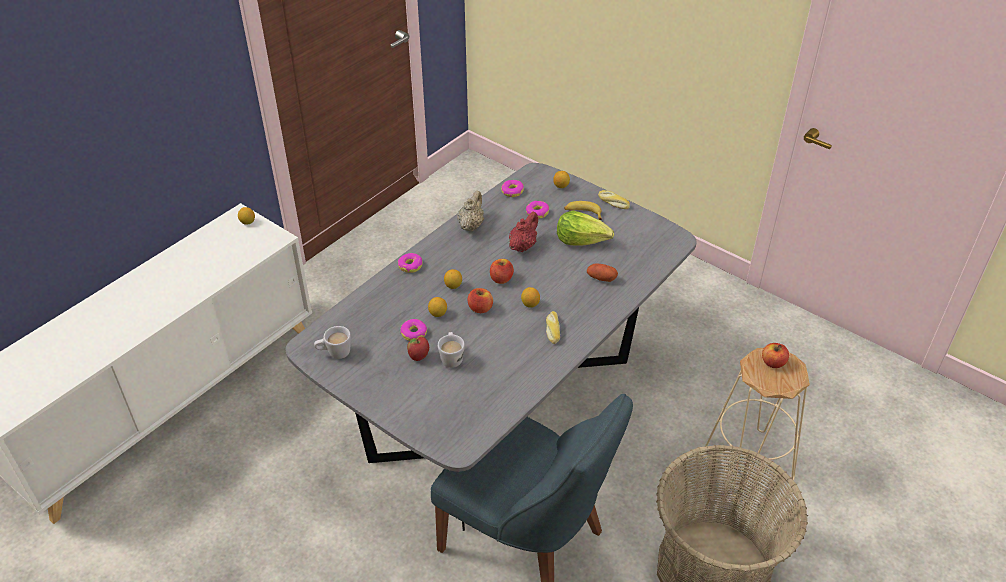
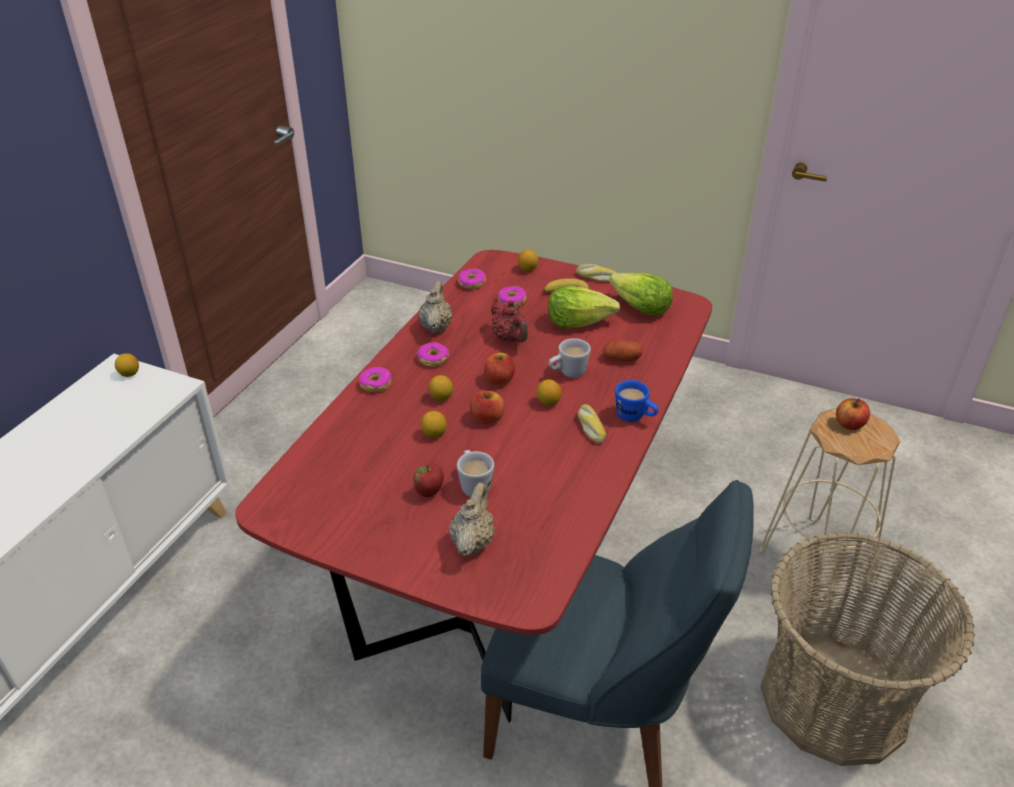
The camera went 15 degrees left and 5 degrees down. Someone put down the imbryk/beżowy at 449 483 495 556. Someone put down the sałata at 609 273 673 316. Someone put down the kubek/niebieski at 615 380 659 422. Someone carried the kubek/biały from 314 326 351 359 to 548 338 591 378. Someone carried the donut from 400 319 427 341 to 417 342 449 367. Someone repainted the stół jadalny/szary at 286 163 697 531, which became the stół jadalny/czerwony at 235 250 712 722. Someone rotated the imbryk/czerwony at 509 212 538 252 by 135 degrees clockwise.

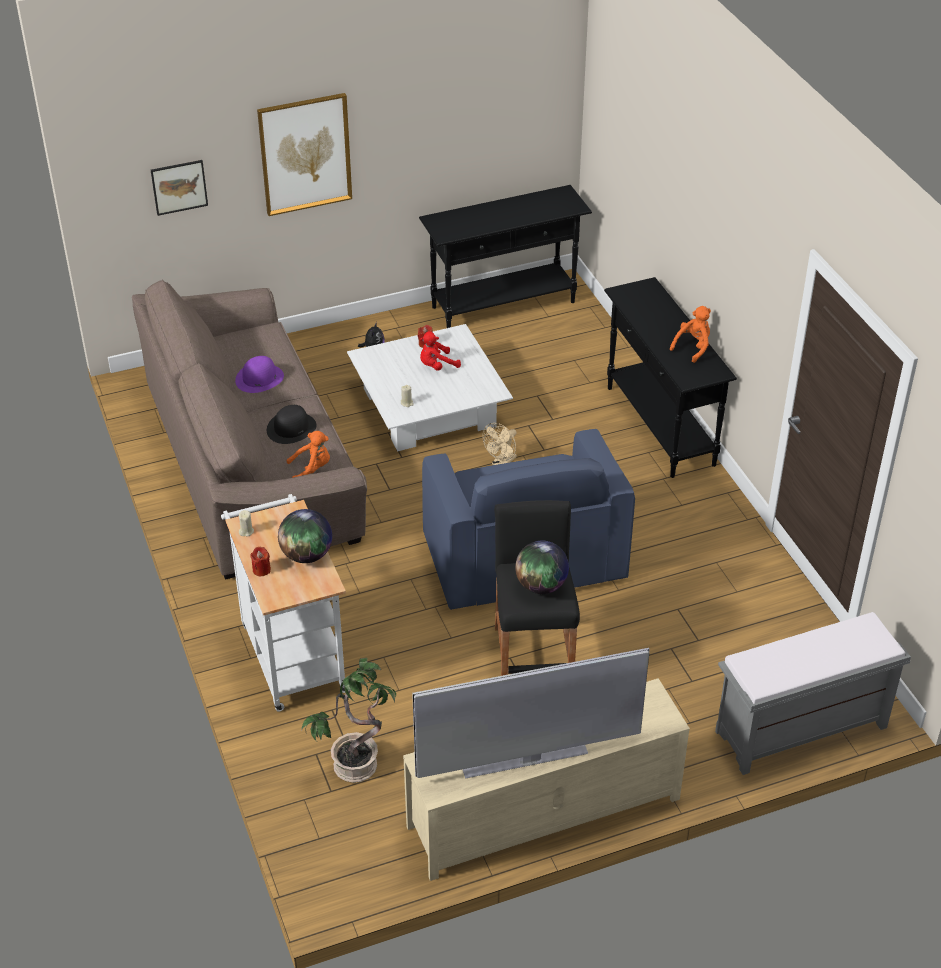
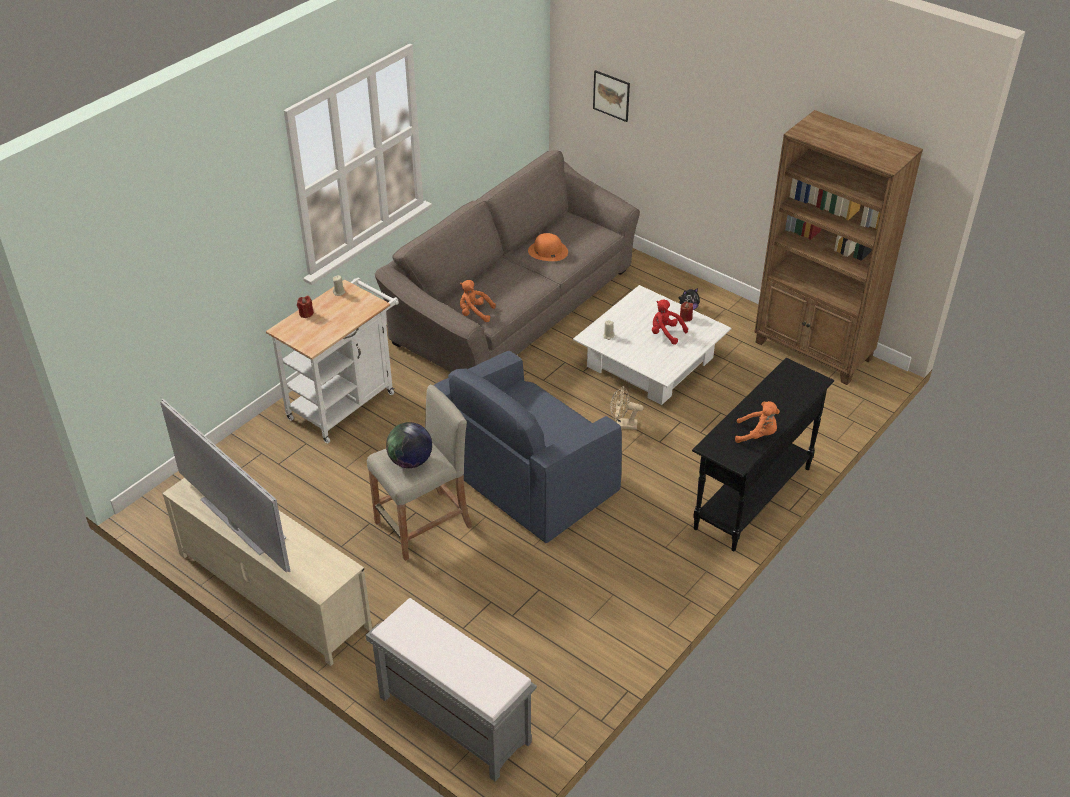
The camera went 60 degrees right and 0 degrees up. Someone took away the obraz at 257 93 352 216. Someone took away the kapelusz/czarny at 267 405 316 444. Someone took away the globus at 278 509 332 563. Someone took away the roślina doniczkowa at 301 658 396 783. Someone swapped the stolik konsolowy/czarny at 419 185 592 328 for the regał/brązowy at 754 110 923 385. Someone repainted the kapelusz/fioletowy at 235 356 284 393, which became the kapelusz/pomarańczowy at 528 233 568 261. Someone repainted the stołek/czarny at 494 500 580 676, which became the stołek/beżowy at 367 385 473 561. Someone rotated the pluszak/pomarańczowy at 287 431 330 478 by 150 degrees clockwise.

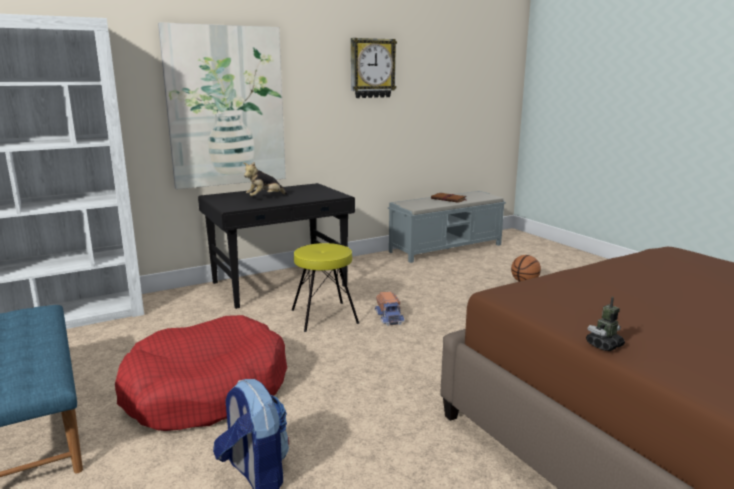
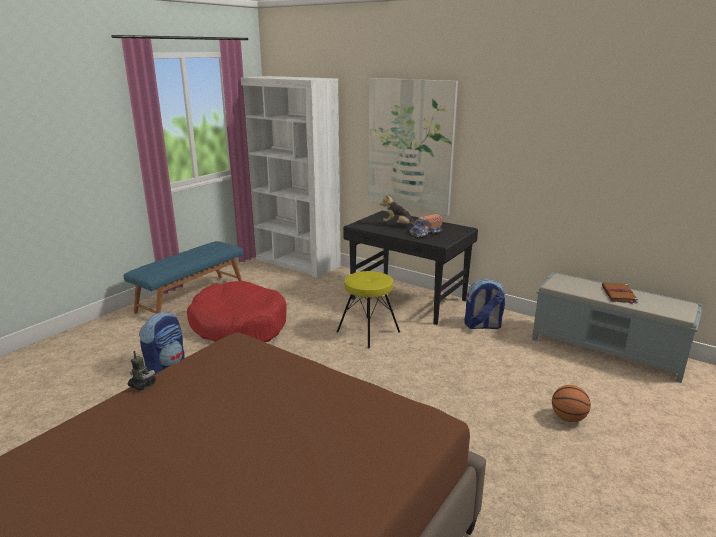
The camera went 65 degrees right and 5 degrees up. Someone took away the zegar ścienny at 351 38 397 98. Someone put down the plecak at 465 279 505 329. Someone carried the ciężarówka zabawkowa from 375 291 405 326 to 410 214 443 237.

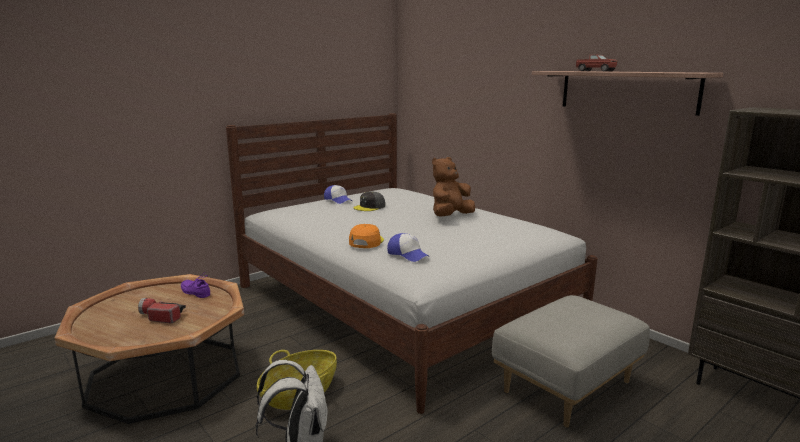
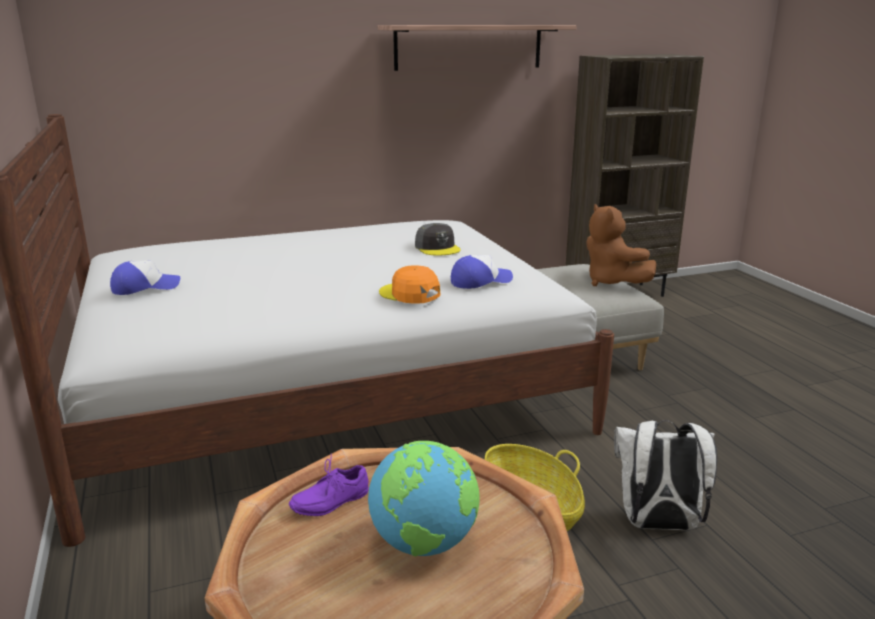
The camera went 70 degrees left and 5 degrees up. Someone took away the ciężarówka zabawkowa at 576 55 617 71. Someone carried the czapka z daszkiem/szary from 353 192 385 211 to 415 223 461 256. Someone carried the pluszak/brązowy from 432 157 475 217 to 587 204 656 286. Someone swapped the latarka at 138 298 186 324 for the globus at 368 441 480 556.

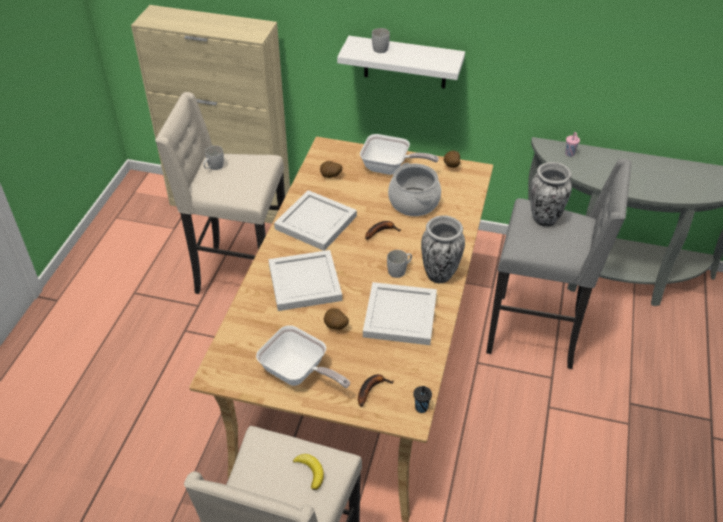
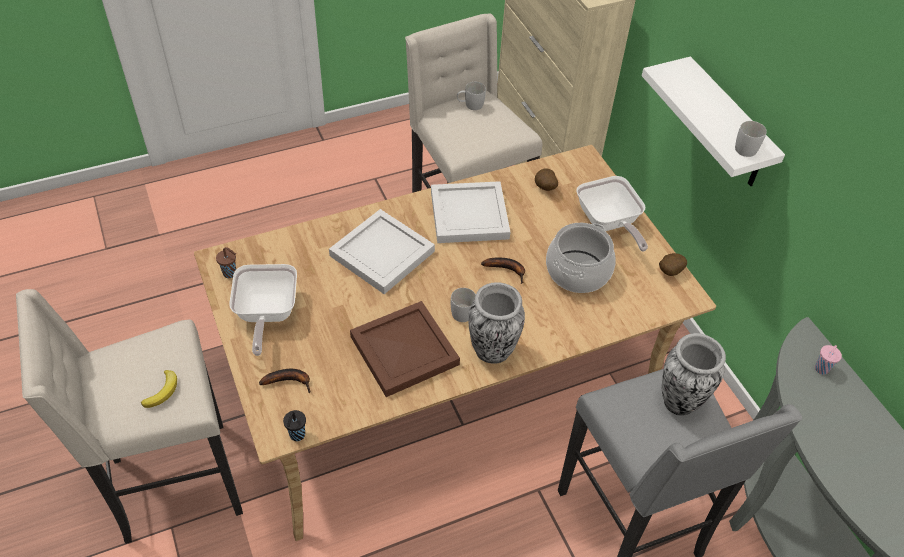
The camera went 50 degrees right and 5 degrees up. Someone took away the ziemniak at 324 308 349 330. Someone put down the filiżanka/brązowy at 216 247 236 278. Someone carried the kubek/biały from 372 28 390 53 to 735 121 767 157. Someone repainted the taca/biały at 363 282 437 345, which became the taca/brązowy at 350 301 460 397.

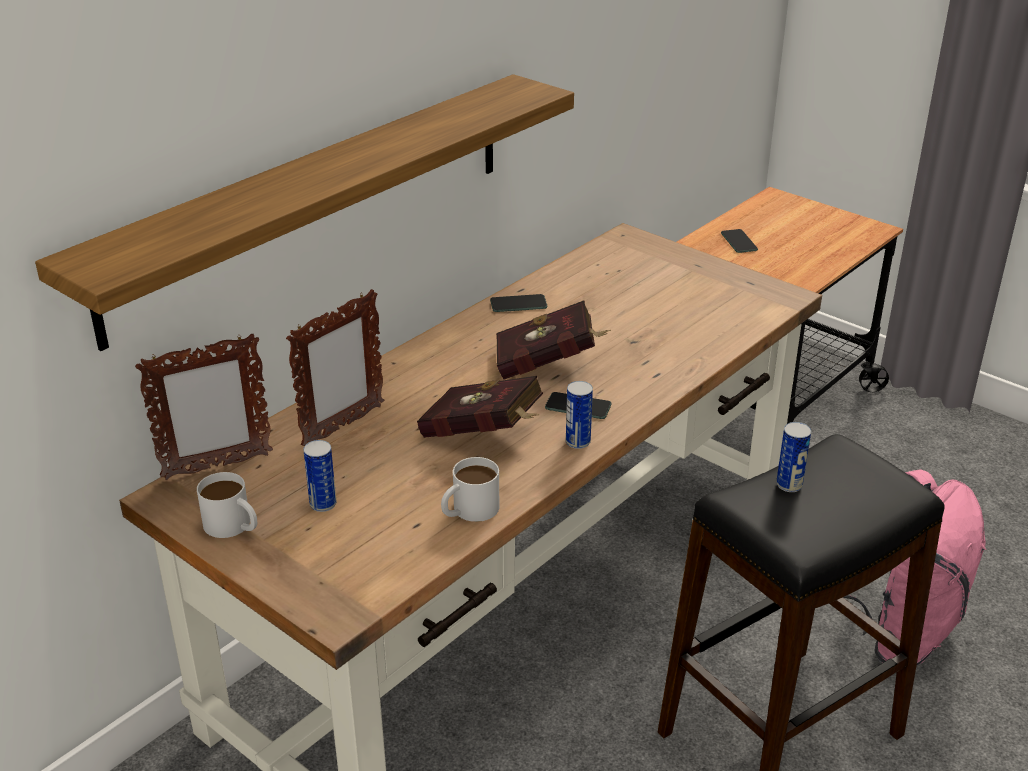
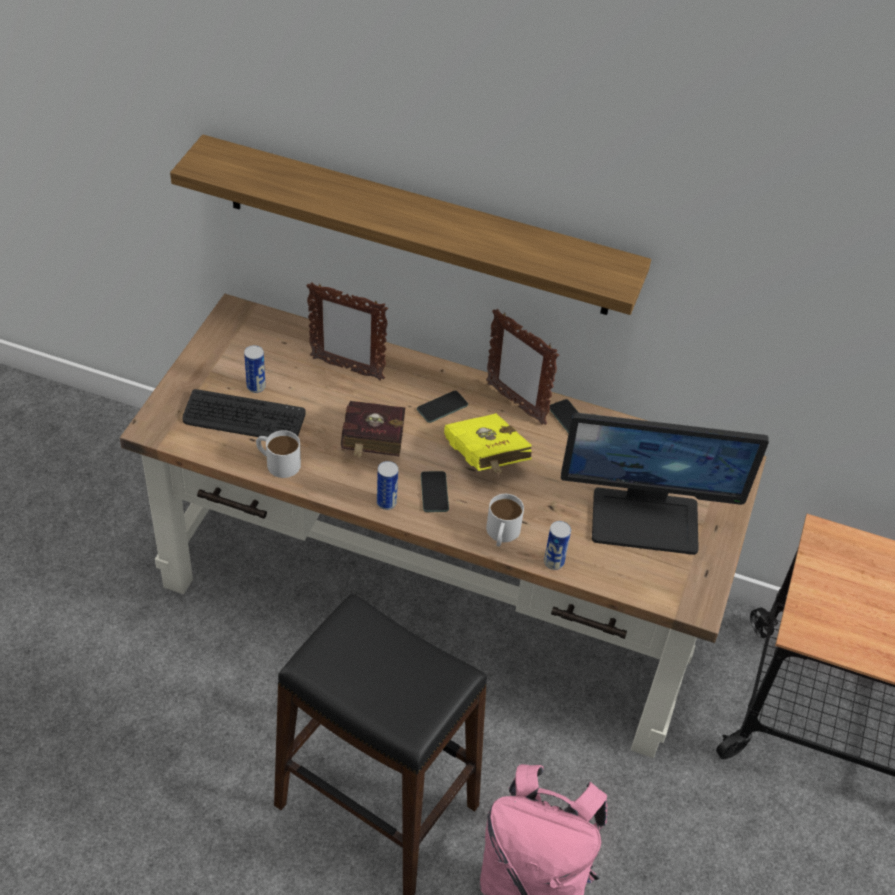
The camera went 65 degrees right and 15 degrees up. Someone put down the klawiatura at 182 389 306 437. Someone put down the monitor at 561 412 769 555. Someone carried the ramka na zdjęcie from 135 334 273 480 to 486 309 559 425. Someone carried the kubek/biały from 197 472 257 538 to 486 494 524 547. Someone carried the telefon from 721 229 758 253 to 417 391 468 423. Someone carried the puszka from 776 422 811 492 to 544 521 571 570. Someone repainted the książka/czerwony at 496 300 611 380, which became the książka/żółty at 444 413 532 474.

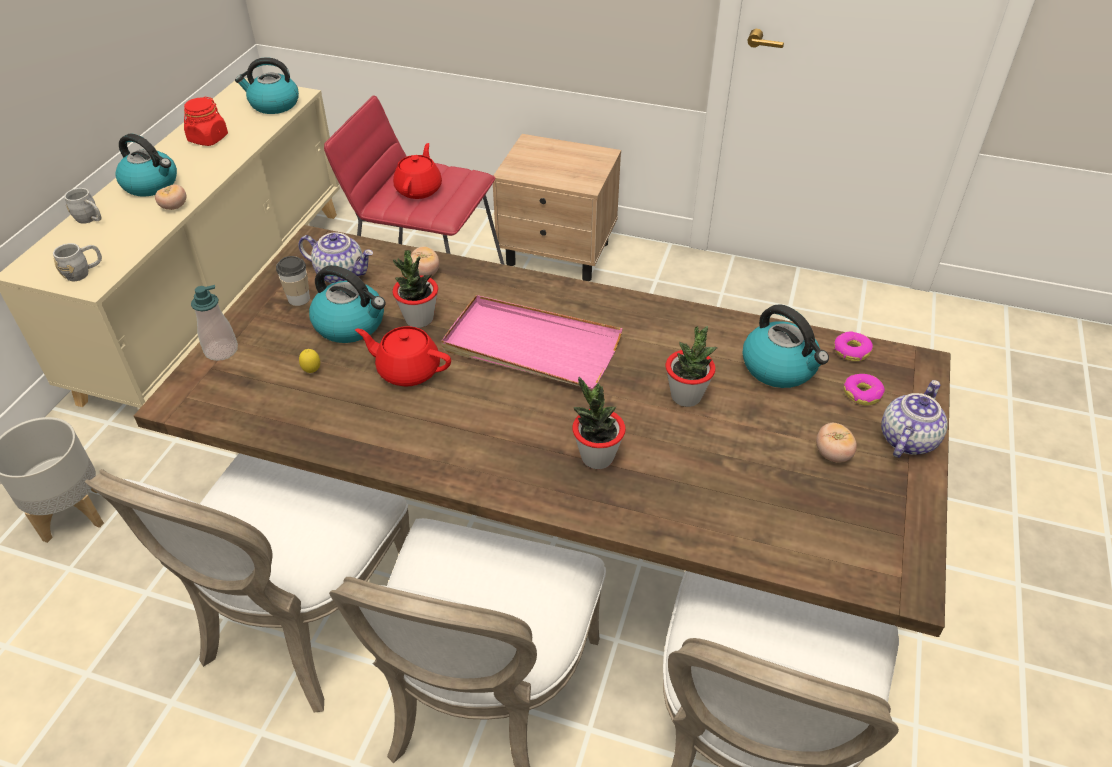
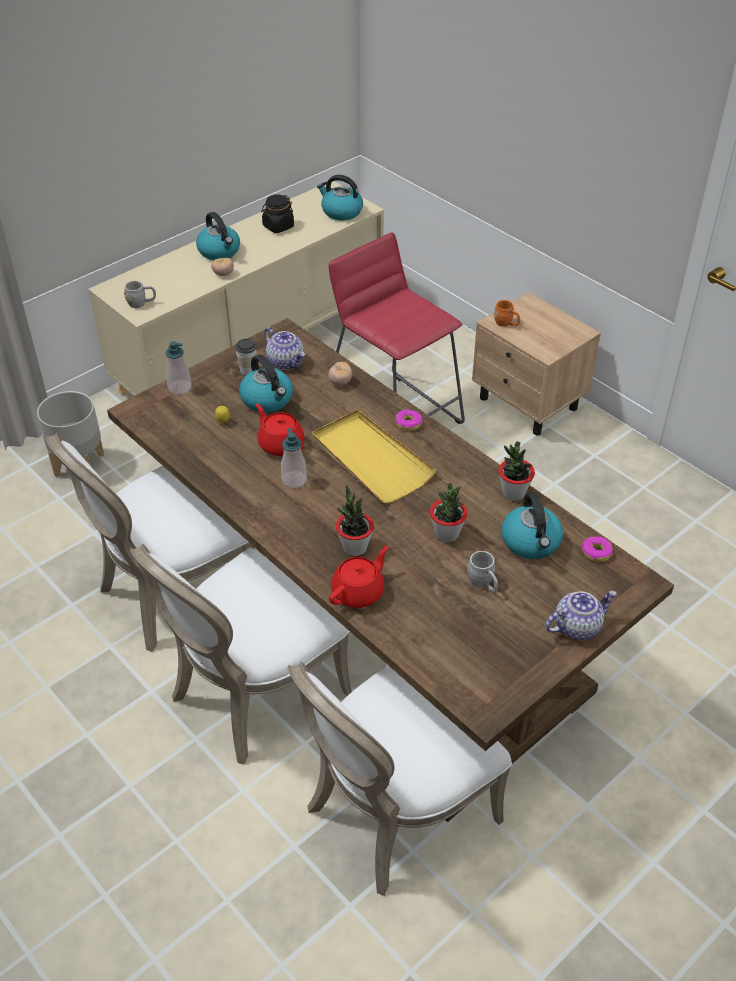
The camera went 30 degrees right and 0 degrees up. Someone took away the pomidor at 816 423 857 463. Someone put down the dozownik mydła at 281 428 307 488. Someone put down the kubek/pomarańczowy at 494 300 520 327. Someone carried the kubek/szary from 64 188 102 224 to 467 551 498 592. Someone carried the imbryk/czerwony from 393 143 442 199 to 329 546 388 608. Someone carried the roślina doniczkowa from 393 250 438 328 to 498 441 535 501. Someone carried the donut from 844 374 885 406 to 396 410 423 431. Someone repainted the słoik/czerwony at 184 97 228 146, which became the słoik/czarny at 261 195 294 233. Someone repainted the taca/różowy at 442 295 623 389, which became the taca/żółty at 312 410 436 503.

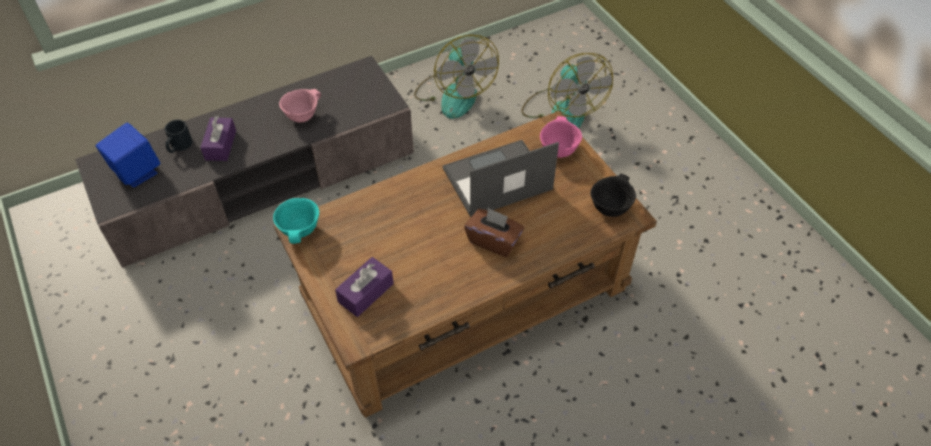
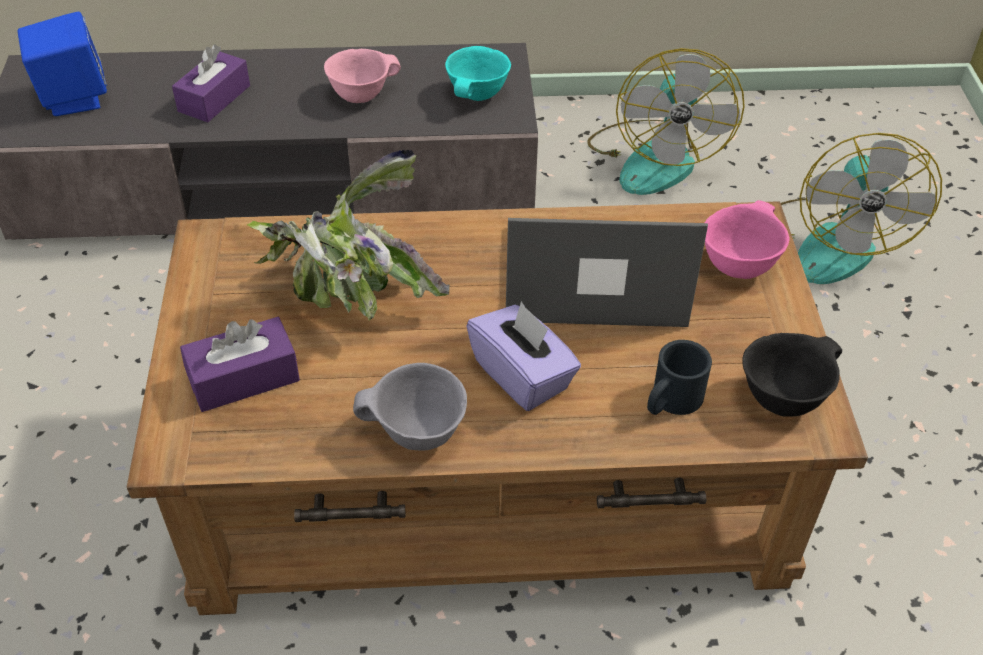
The camera went 25 degrees right and 5 degrees down. Someone put down the roślina doniczkowa at 247 149 450 321. Someone put down the miska/szary at 353 363 467 450. Someone carried the kubek/czarny from 165 120 192 153 to 647 340 712 415. Someone carried the miska/turkusowy from 273 198 319 244 to 445 46 511 101. Someone repainted the pudełko chusteczek/brązowy at 464 208 524 257, which became the pudełko chusteczek/fioletowy at 466 301 581 411.

